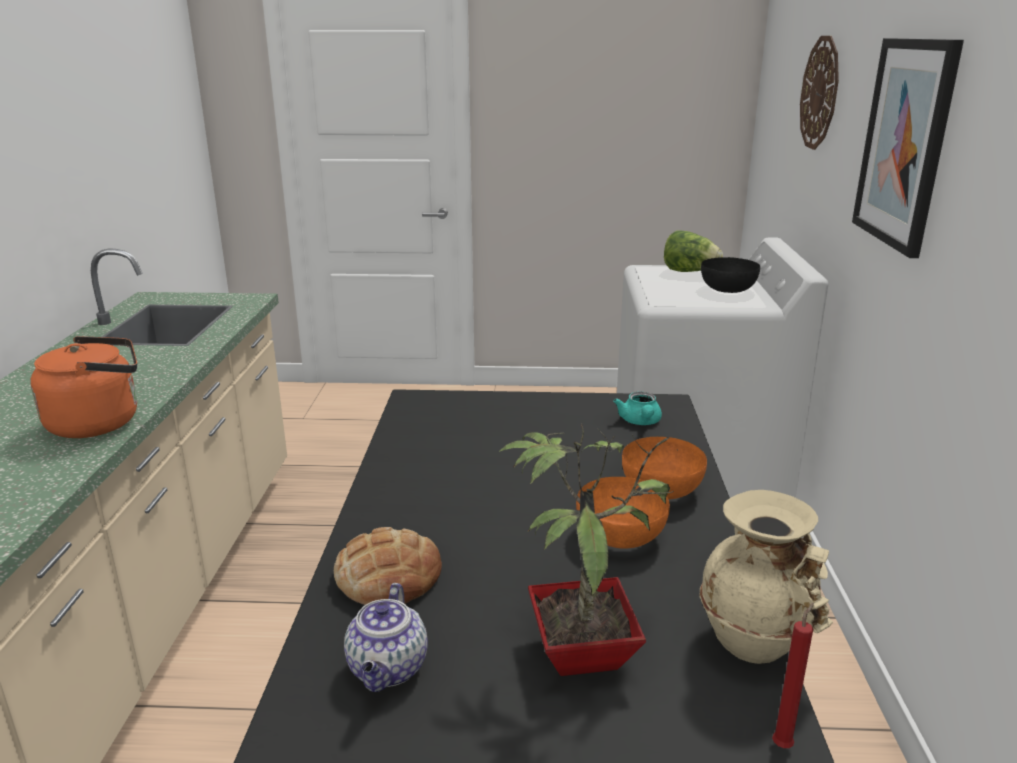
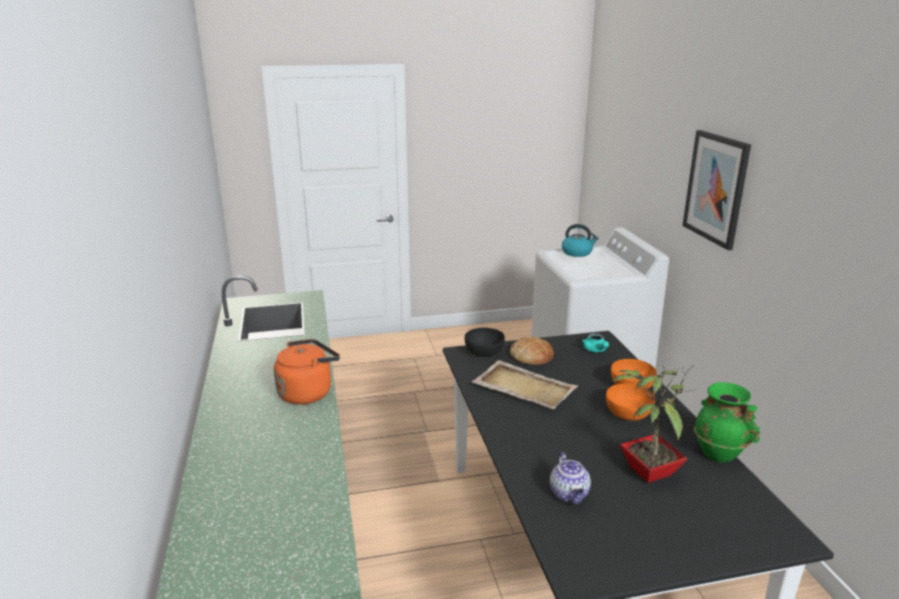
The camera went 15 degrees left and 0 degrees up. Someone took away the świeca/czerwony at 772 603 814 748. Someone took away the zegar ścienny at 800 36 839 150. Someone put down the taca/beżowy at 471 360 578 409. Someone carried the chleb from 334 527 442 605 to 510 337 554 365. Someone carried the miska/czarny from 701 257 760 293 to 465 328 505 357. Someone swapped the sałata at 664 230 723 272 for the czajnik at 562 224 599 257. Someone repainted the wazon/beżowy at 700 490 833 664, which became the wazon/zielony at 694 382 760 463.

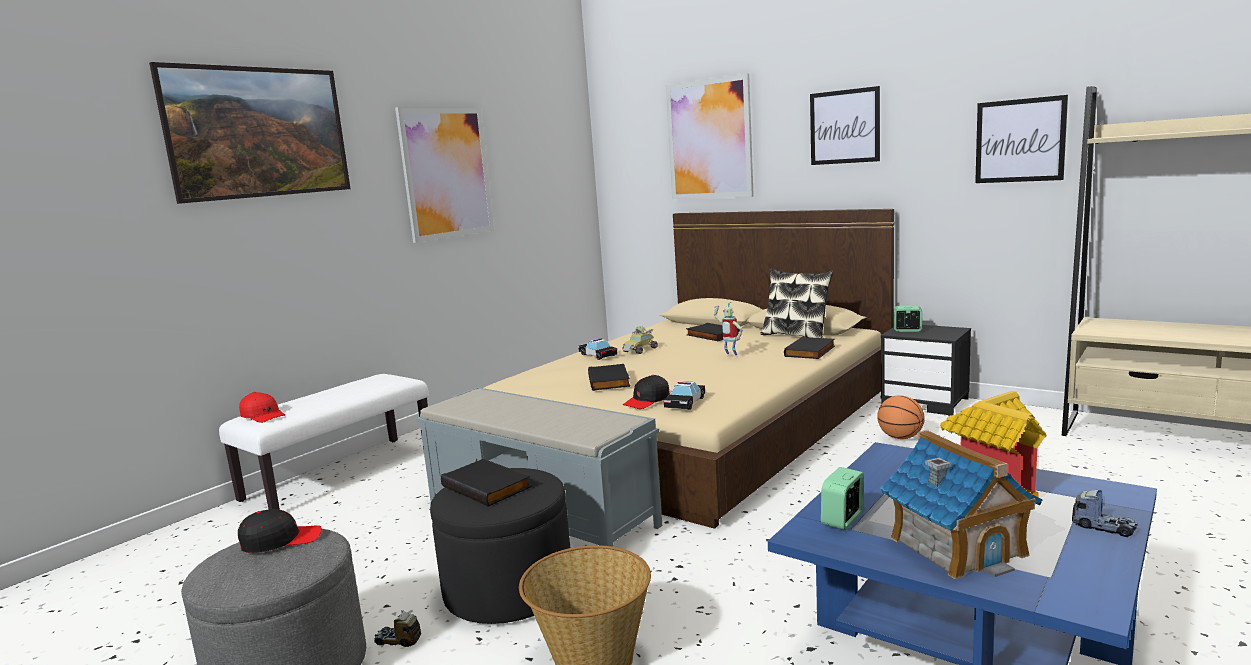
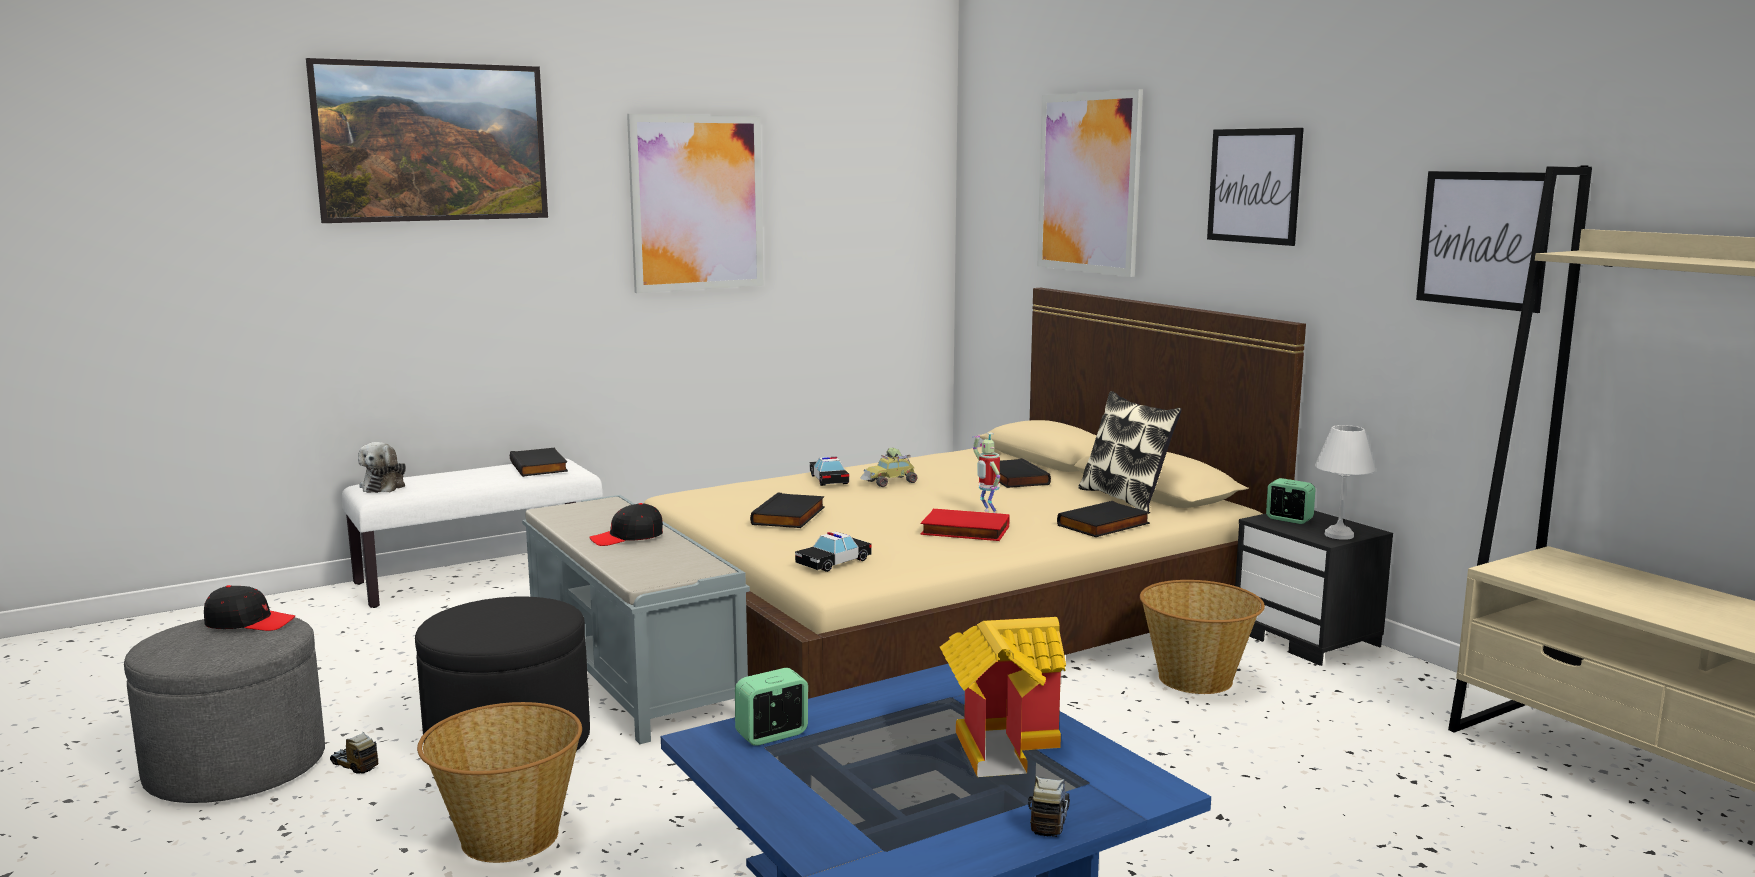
The camera went 20 degrees right and 0 degrees up. Someone took away the domek at 880 430 1042 579. Someone put down the książka/czerwony at 920 509 1010 541. Someone put down the lampa stołowa/biały at 1315 425 1375 540. Someone carried the książka/czarny from 441 459 531 506 to 510 448 568 477. Someone carried the czapka z daszkiem/czarny from 623 375 670 409 to 589 503 663 546. Someone swapped the czapka z daszkiem/czerwony at 239 392 285 423 for the pluszak at 358 442 406 493. Someone swapped the piłka do koszykówki at 877 395 925 439 for the koszyk at 1140 580 1265 694. Someone rotated the ciężarówka zabawkowa at 1072 490 1137 537 by 135 degrees counterclockwise.

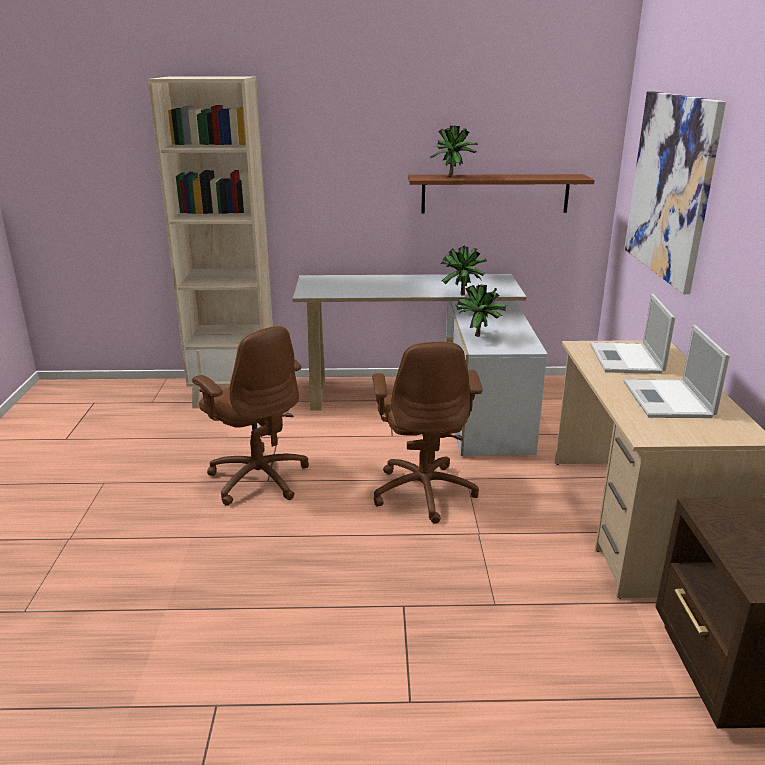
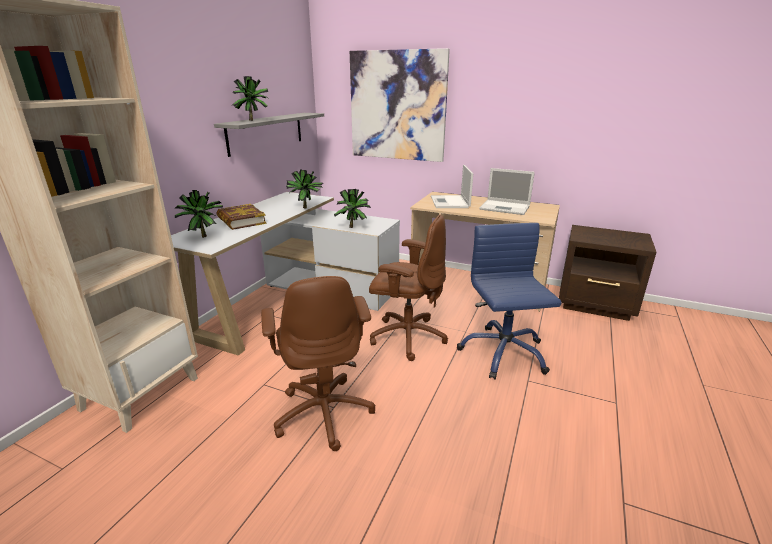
The camera went 65 degrees left and 0 degrees up. Someone put down the roślina doniczkowa at 175 190 223 238. Someone put down the książka at 216 204 266 230. Someone put down the krzesło biurowe/niebieski at 457 223 562 380. Someone repainted the półka/brązowy at 408 174 595 213, which became the półka/szary at 214 113 324 157. Someone rotated the krzesło biurowe/brązowy at 192 326 309 506 by 90 degrees clockwise. Someone rotated the laptop at 590 294 675 374 by 60 degrees clockwise.

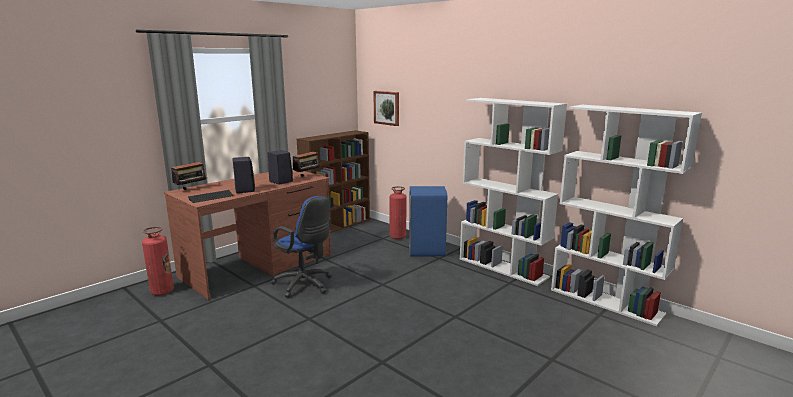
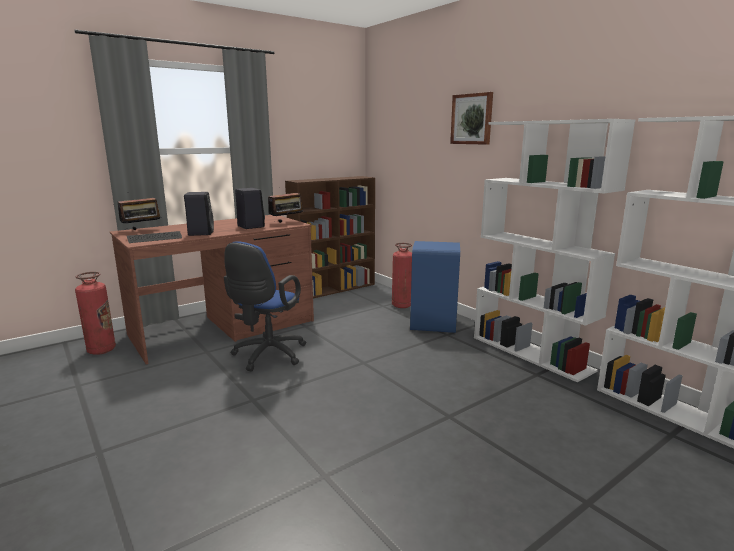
The camera went 10 degrees right and 0 degrees up. Someone carried the obraz from 373 91 399 126 to 450 92 493 145. Someone rotated the krzesło biurowe/niebieski at 271 196 332 298 by 60 degrees clockwise.

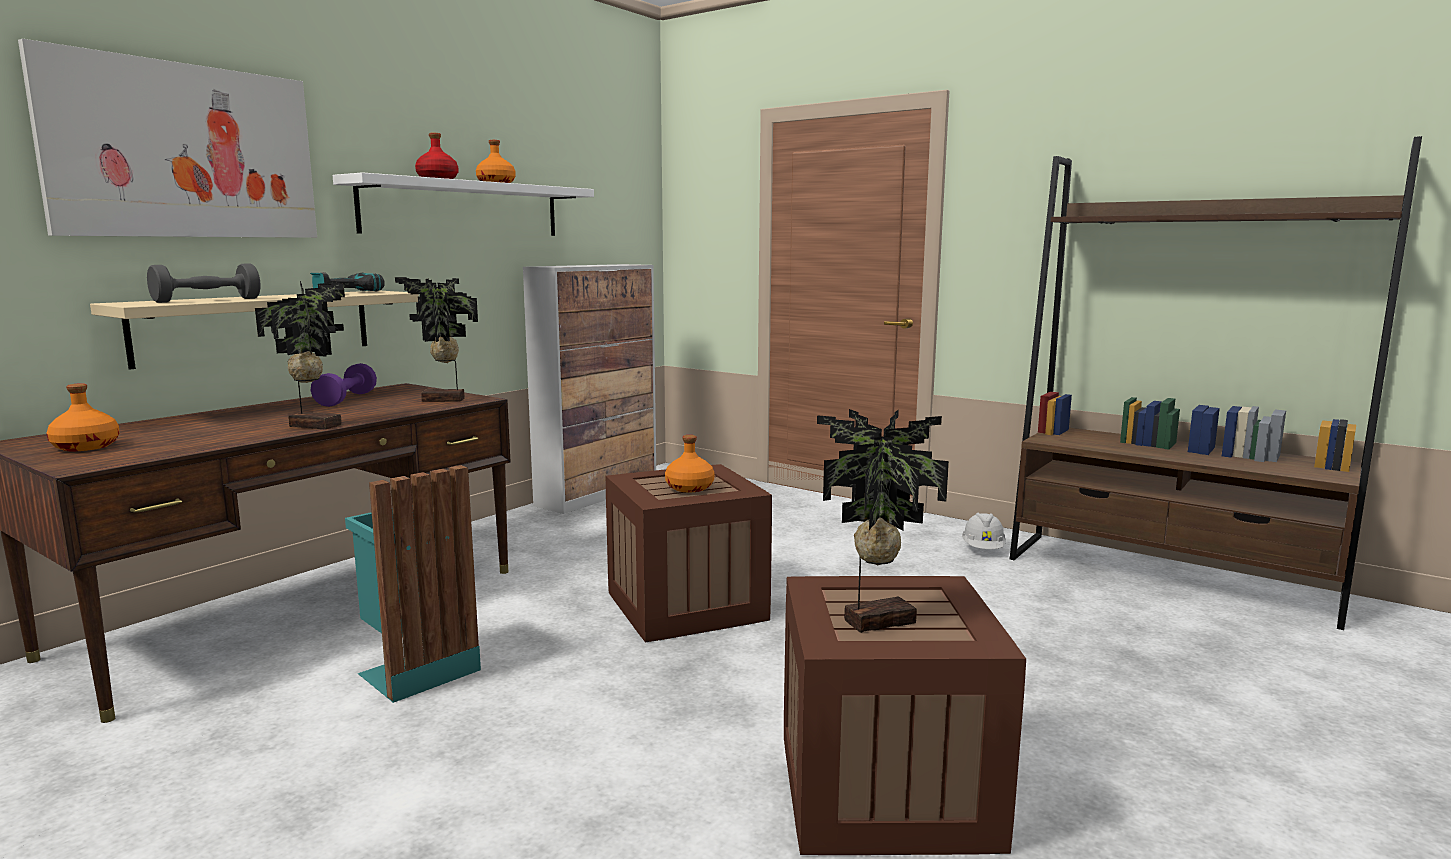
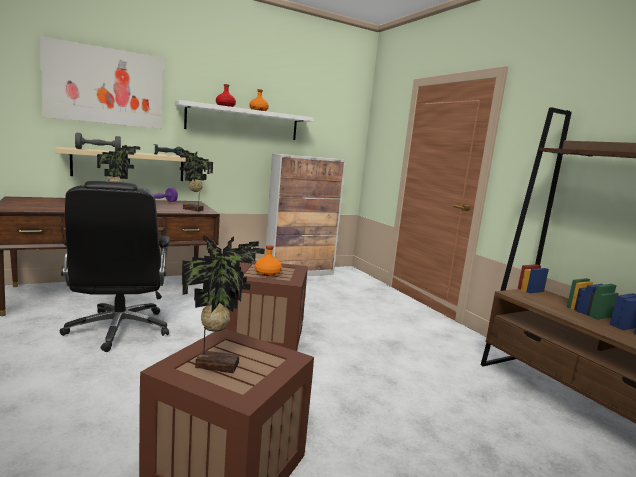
The camera went 25 degrees right and 0 degrees up. Someone took away the butelka/pomarańczowy at 47 383 119 451. Someone took away the kask/biały at 962 513 1006 549. Someone swapped the kosz na śmieci/turkusowy at 345 465 481 703 for the krzesło biurowe/czarny at 59 181 170 352.

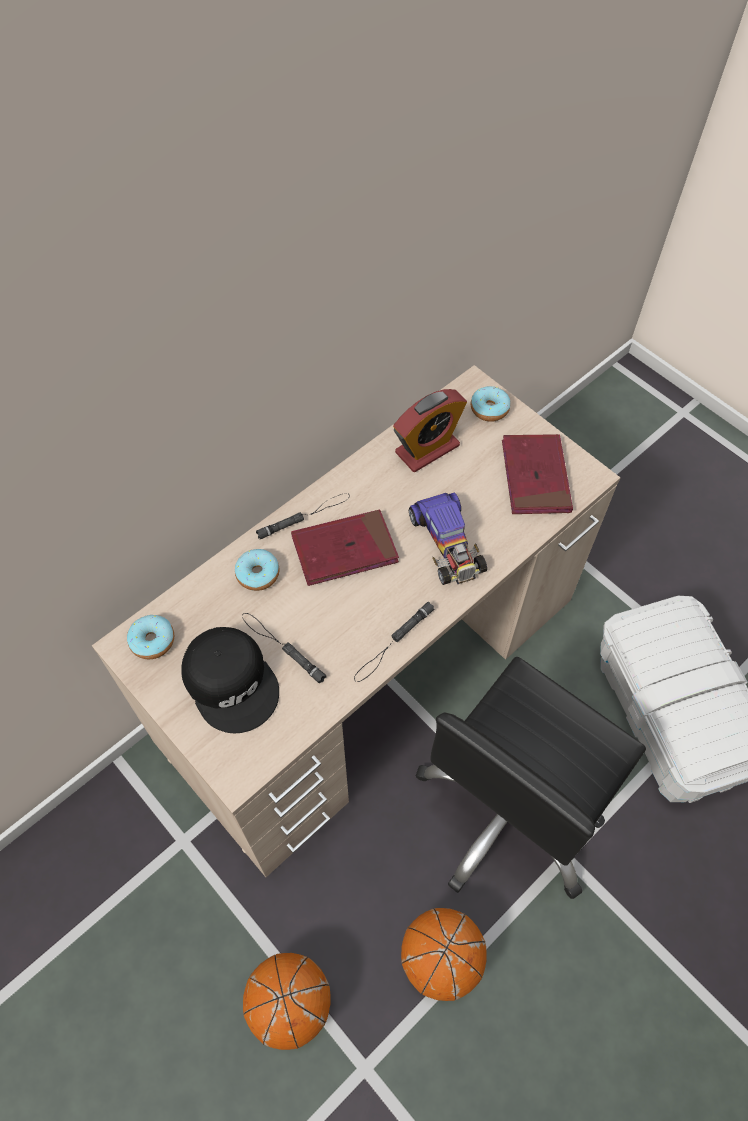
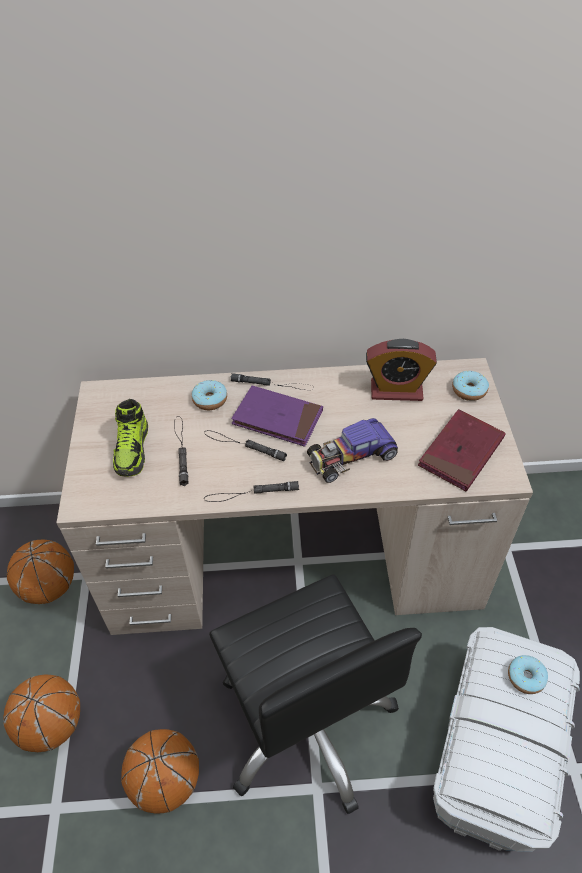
The camera went 40 degrees right and 10 degrees down. Someone put down the piłka do koszykówki at 7 539 74 604. Someone put down the latarka/czarny at 204 430 287 461. Someone carried the donut from 127 615 174 659 to 508 655 548 694. Someone swapped the czapka z daszkiem/czarny at 181 627 279 734 for the but at 113 399 148 477. Someone repainted the książka/czerwony at 291 509 399 586, which became the książka/fioletowy at 231 385 323 447. Someone rotated the samochodzik at 409 493 487 585 by 45 degrees clockwise. Someone rotated the krzesło biurowe/czarny at 416 657 646 899 by 105 degrees counterclockwise.

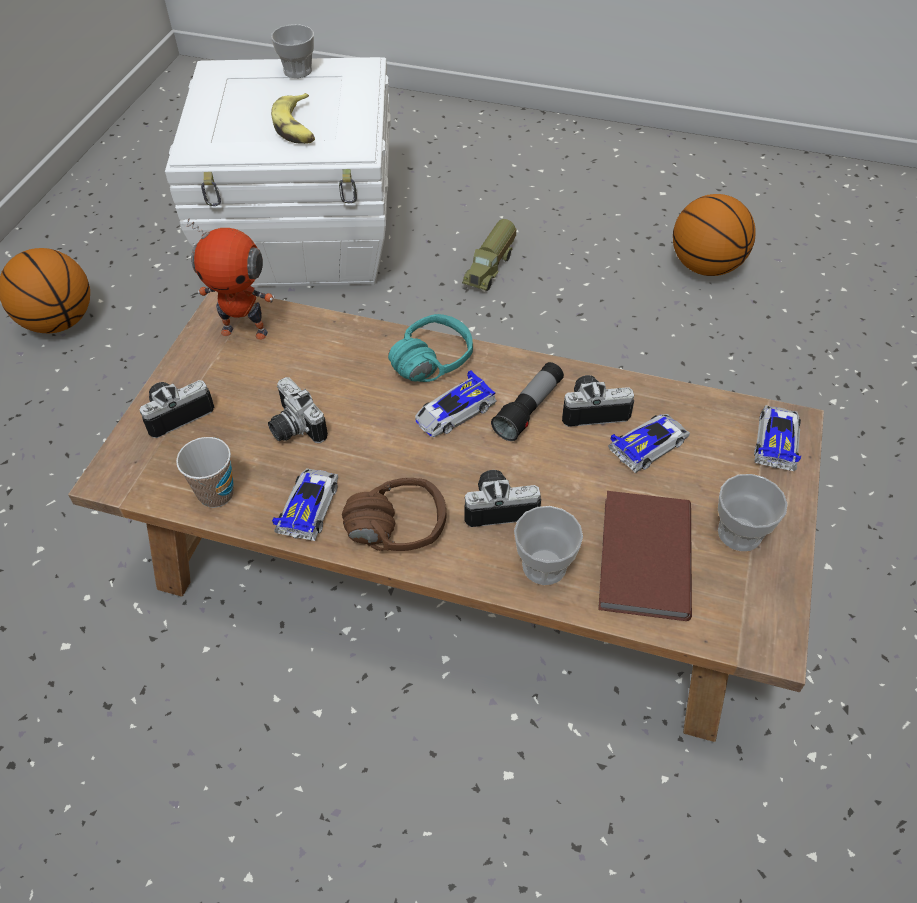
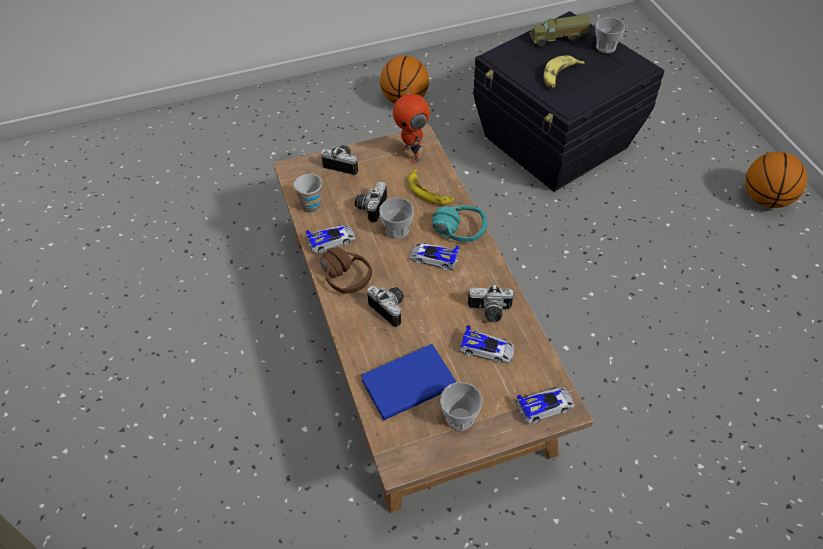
The camera went 55 degrees right and 0 degrees up. Someone took away the latarka at 491 362 564 441. Someone put down the banan at 408 169 454 205. Someone carried the ciężarówka zabawkowa from 462 219 517 291 to 529 15 591 46. Someone carried the filiżanka from 514 506 583 585 to 379 198 414 239. Someone carried the piłka do koszykówki from 673 194 756 276 to 746 152 807 208. Someone repainted the pojemnik do przechowywania/biały at 165 57 391 287, which became the pojemnik do przechowywania/czarny at 473 11 664 192. Someone repainted the książka/brązowy at 598 491 692 621, which became the książka/niebieski at 361 344 456 420. Someone rotated the aparat fotograficzny at 562 375 634 427 by 135 degrees clockwise.

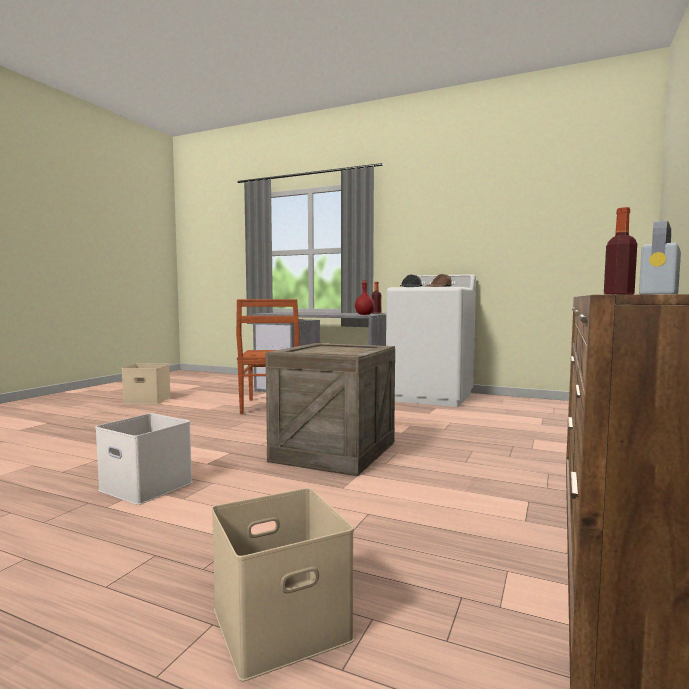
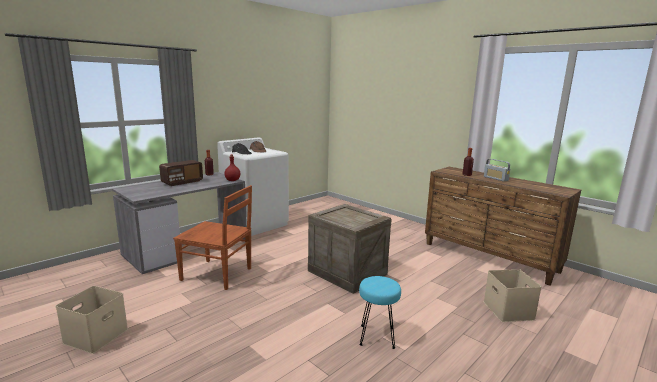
The camera went 70 degrees left and 10 degrees up. Someone put down the radio at 159 160 203 186. Someone swapped the pojemnik do przechowywania/biały at 95 413 192 505 for the stołek/turkusowy at 359 276 401 349.

